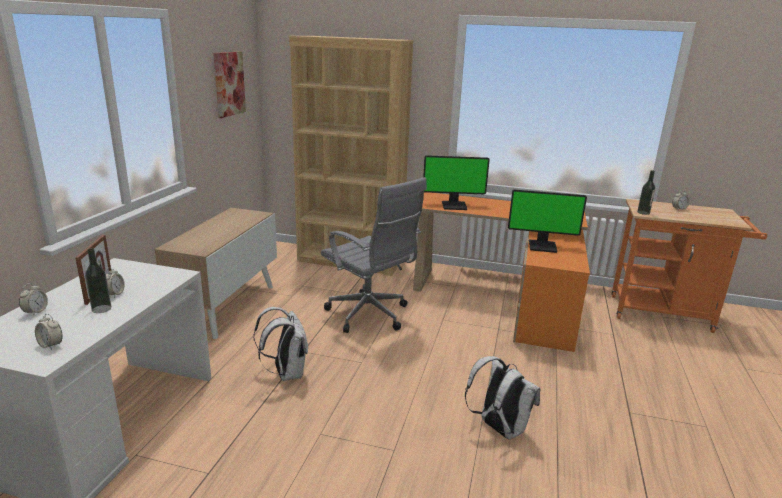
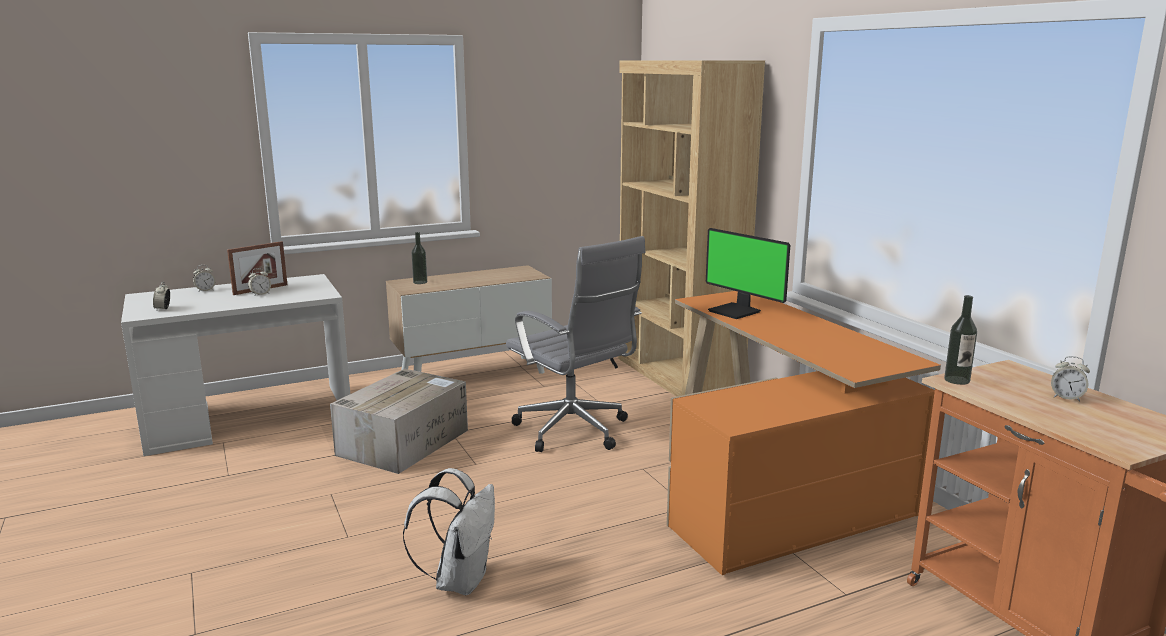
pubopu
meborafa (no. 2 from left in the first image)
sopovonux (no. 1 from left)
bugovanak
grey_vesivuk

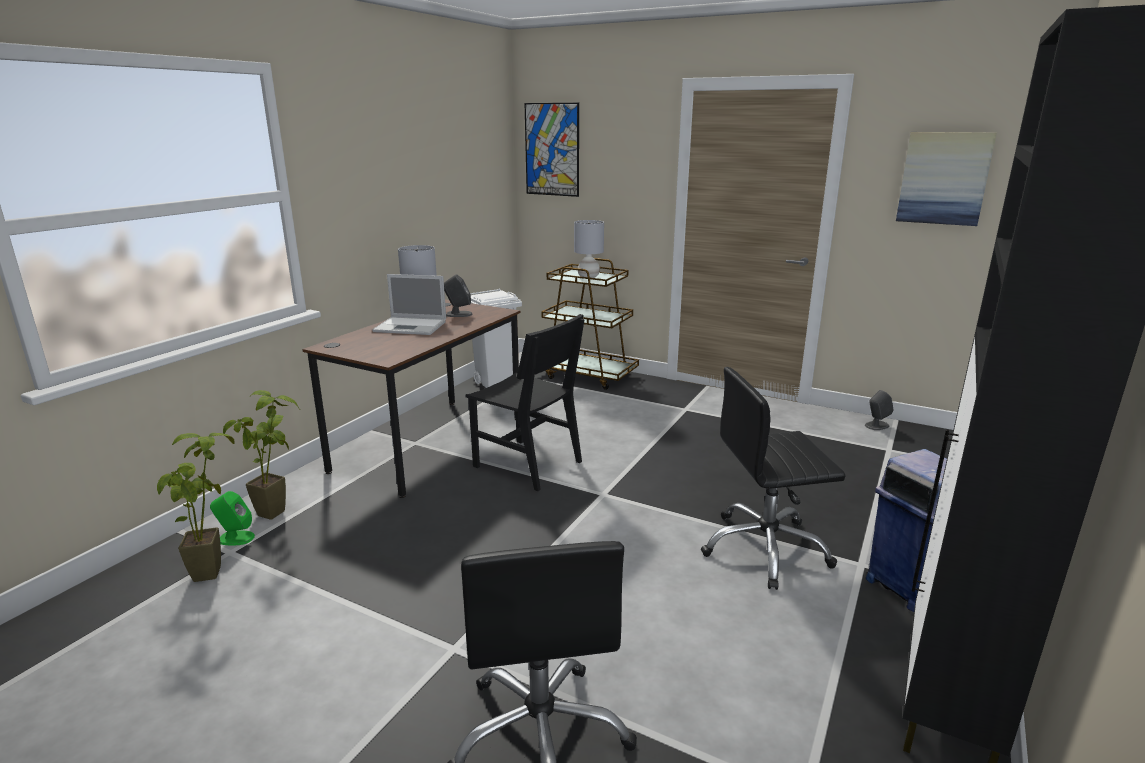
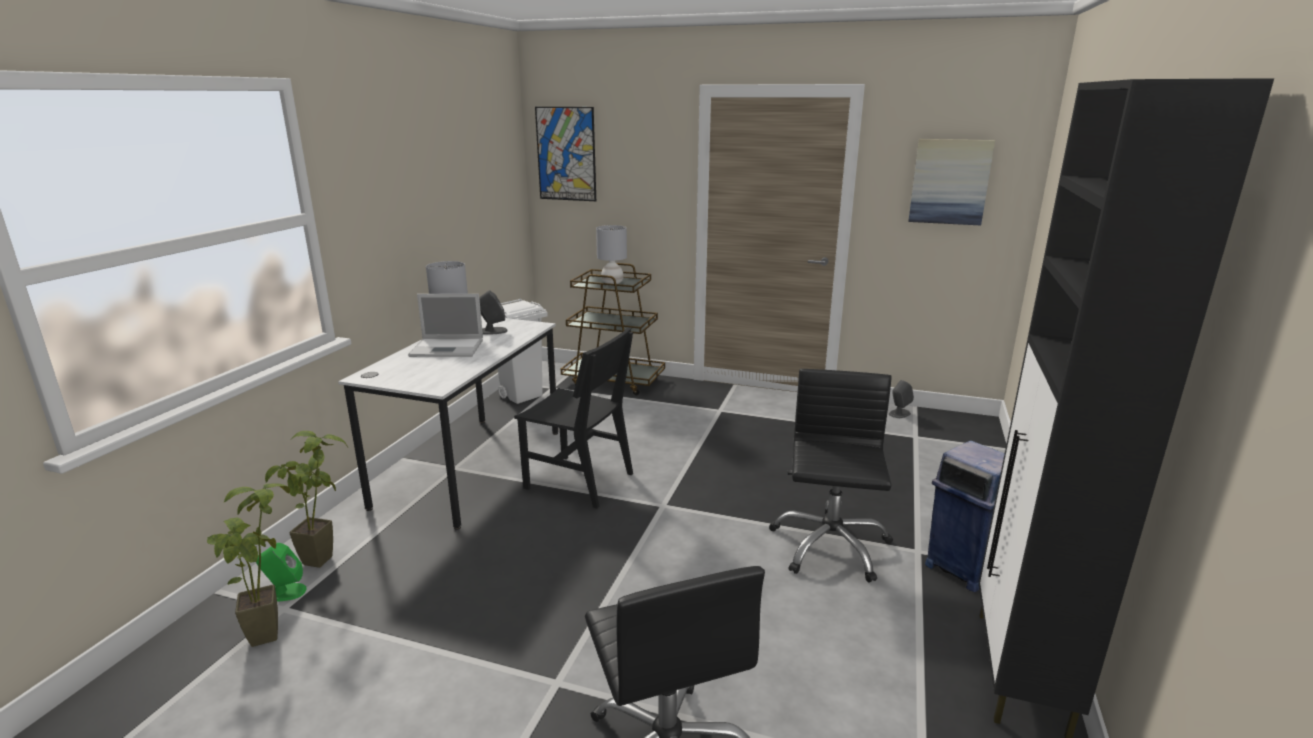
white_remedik
black_vesivuk (no. 2 from left)

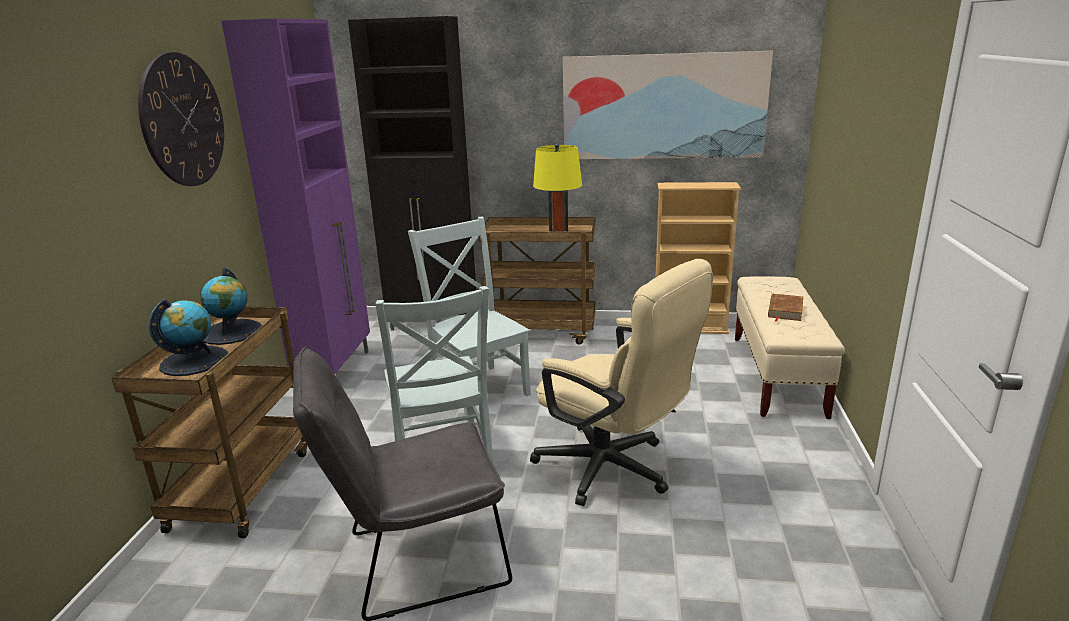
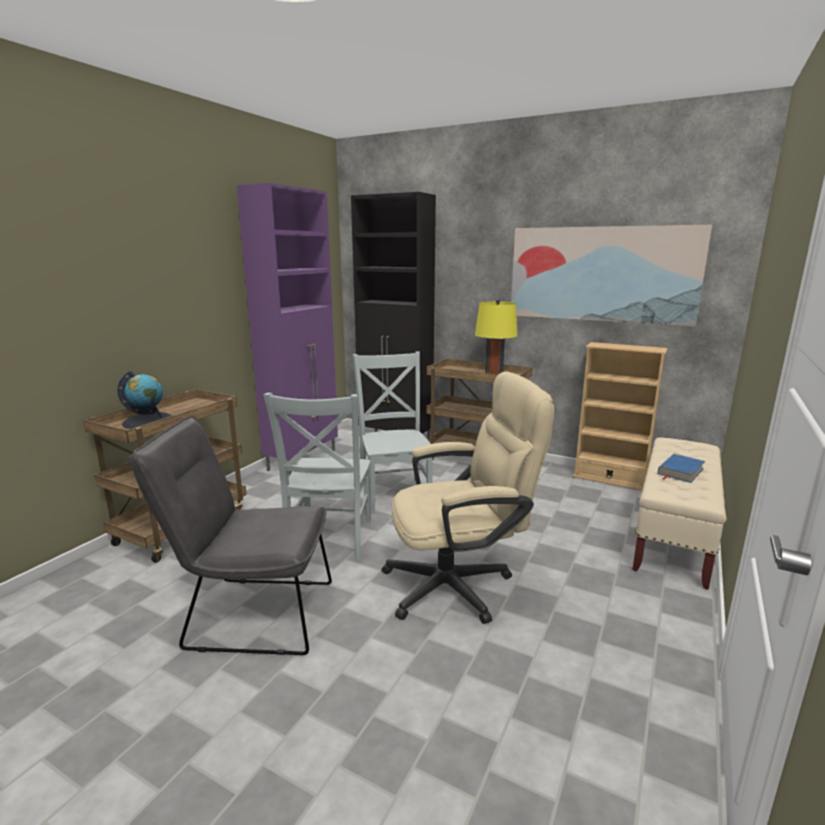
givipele
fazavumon (no. 2 from left in the first image)
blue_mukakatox
beige_vesivuk

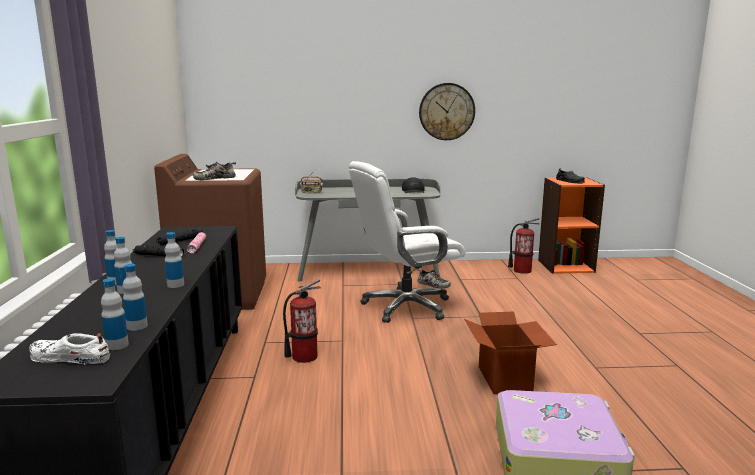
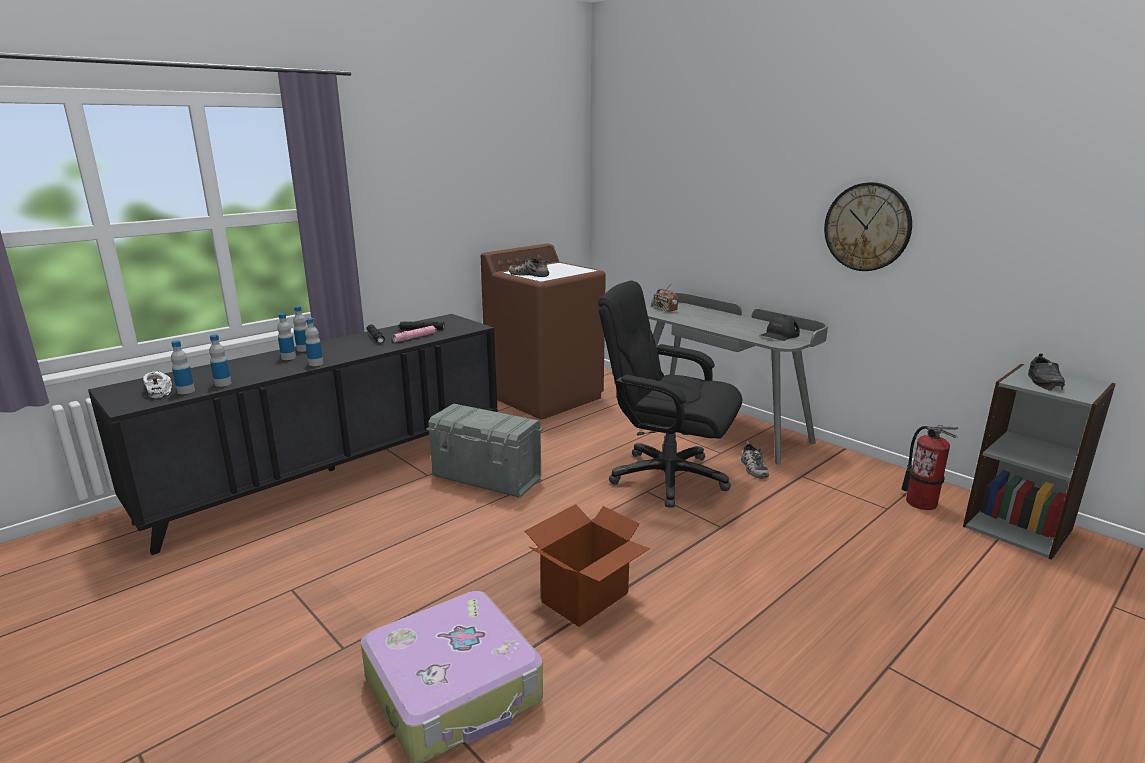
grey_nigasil
black_vesivuk
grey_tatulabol

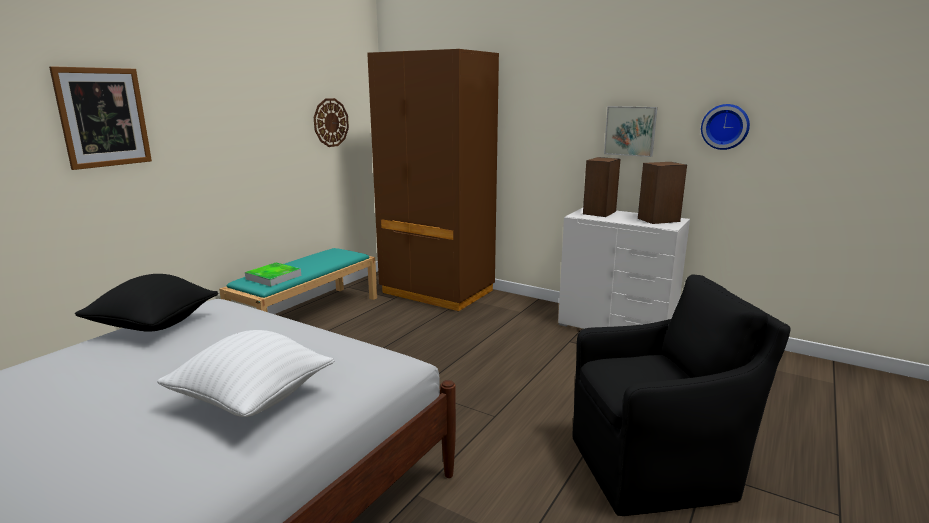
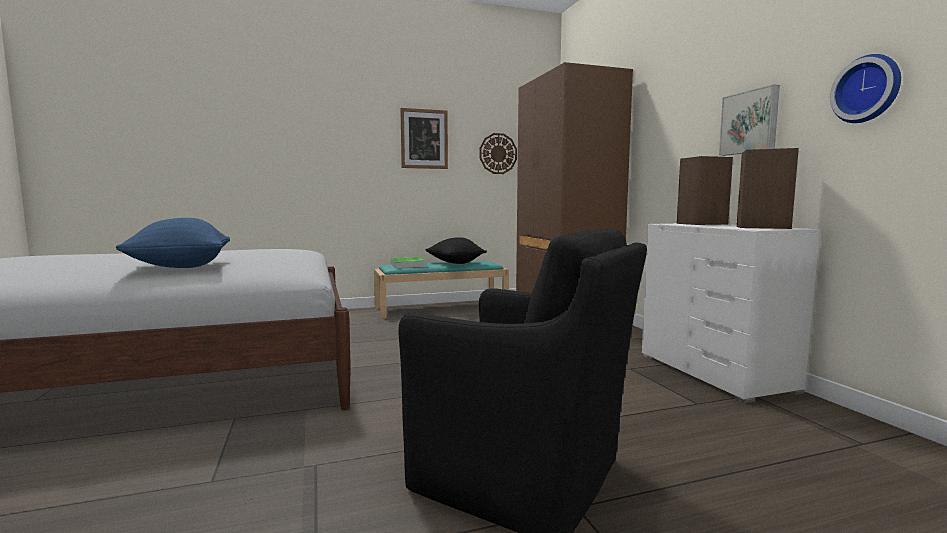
pubopu (no. 1 from left)
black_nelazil
blue_nelazil

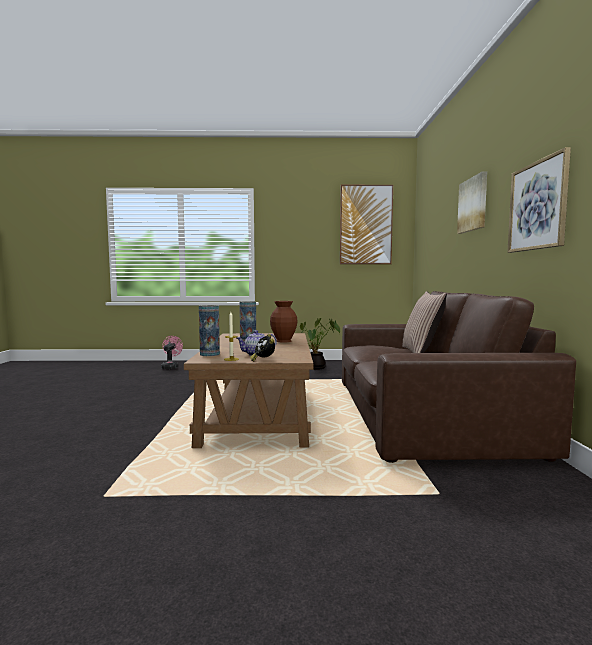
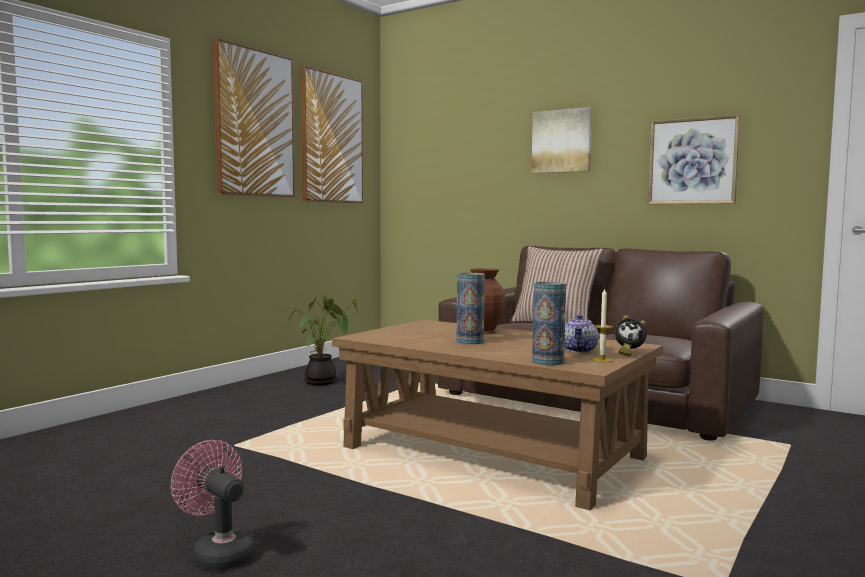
pubopu (no. 1 from left)
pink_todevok

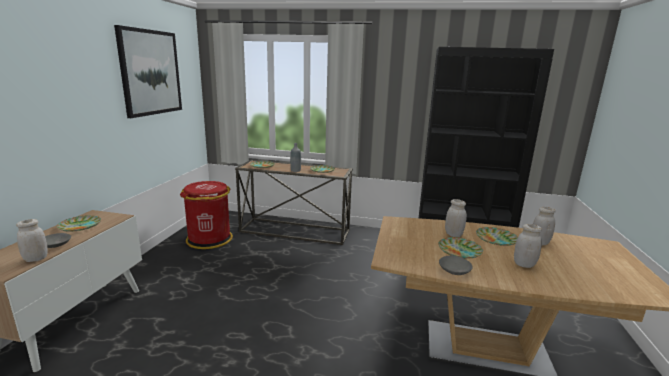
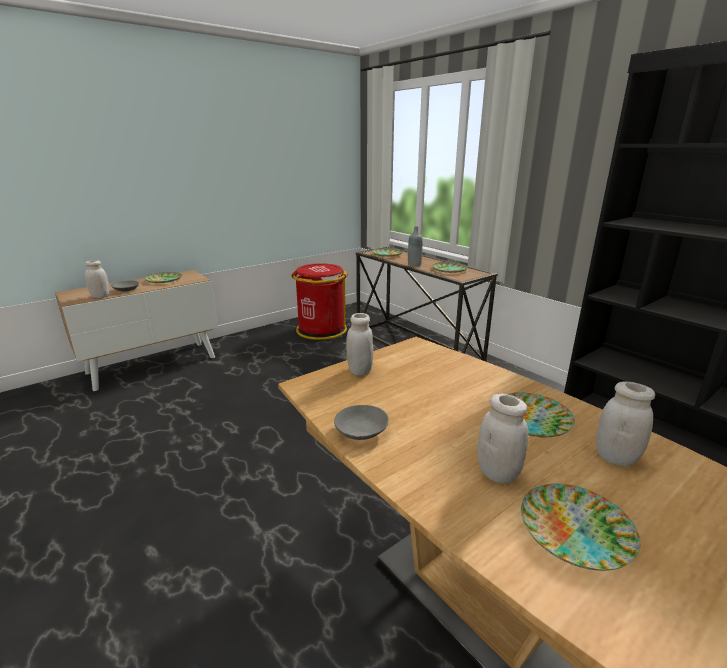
pubopu
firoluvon (no. 5 from left)
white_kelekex (no. 2 from left)

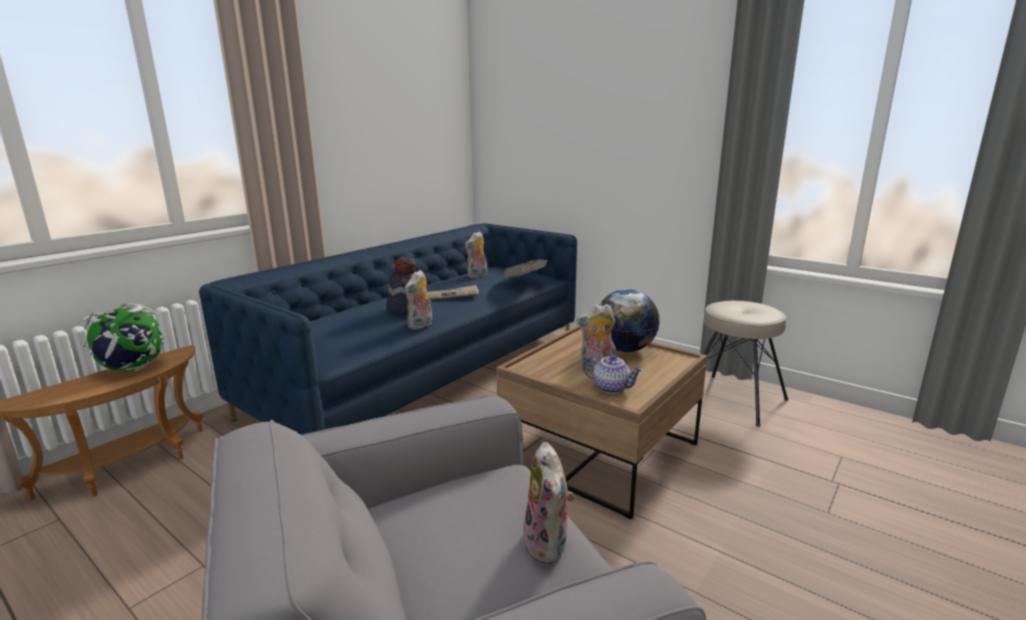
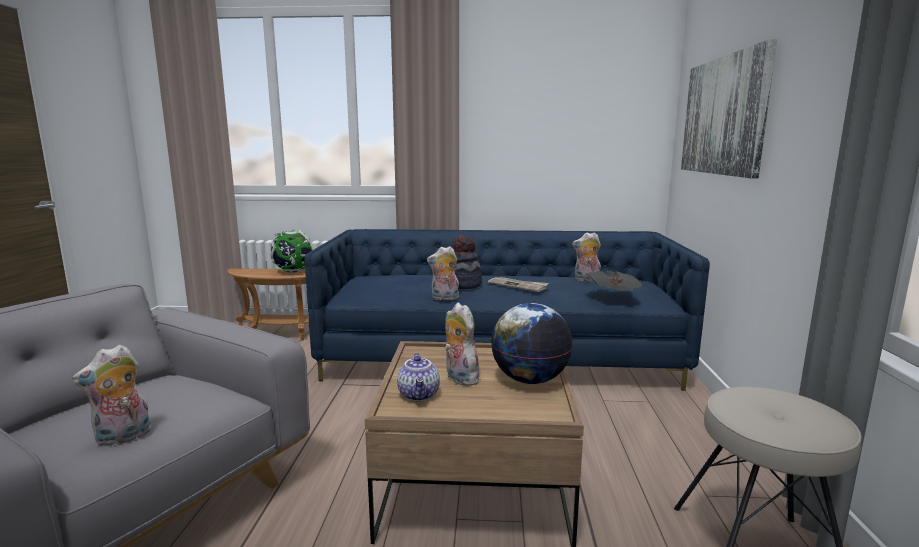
pubopu

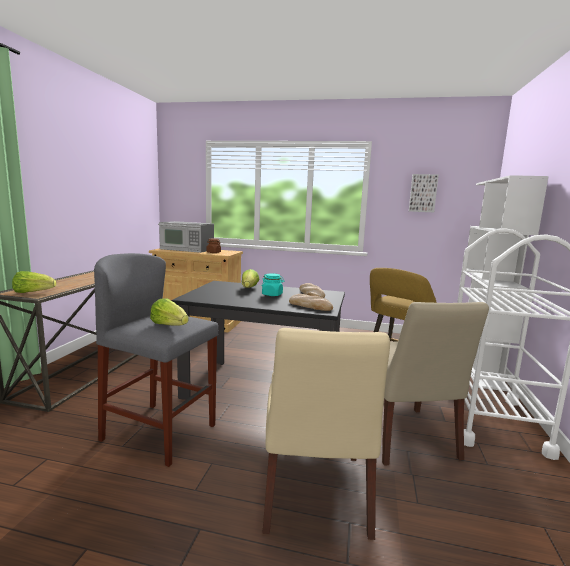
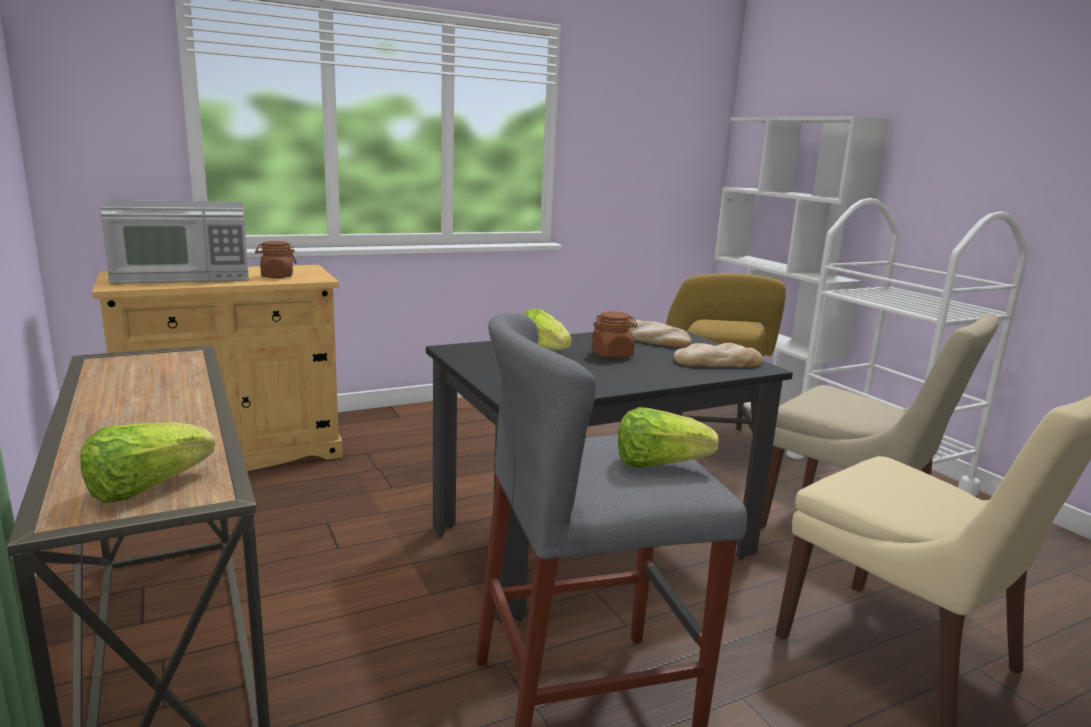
pubopu
brown_kelekex (no. 2 from left)

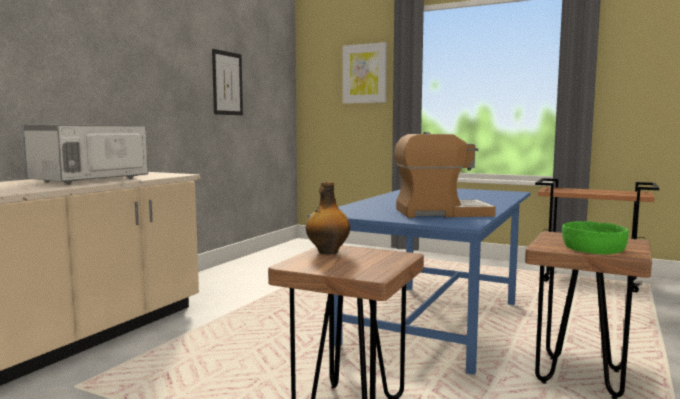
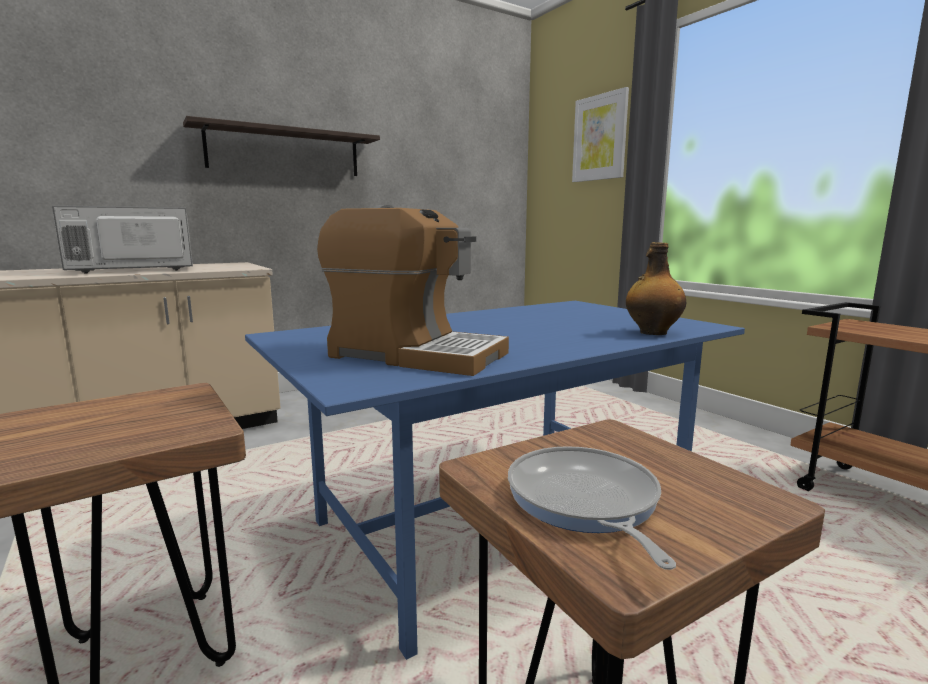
pubopu (no. 1 from left in the first image)
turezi
sopovonux
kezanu

